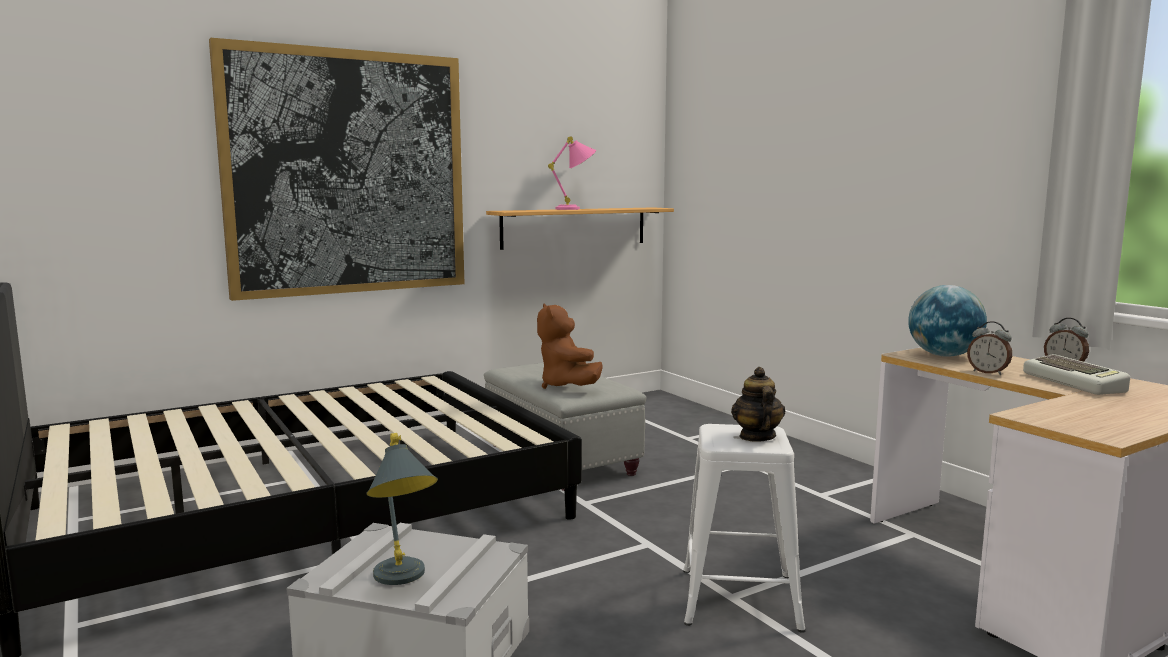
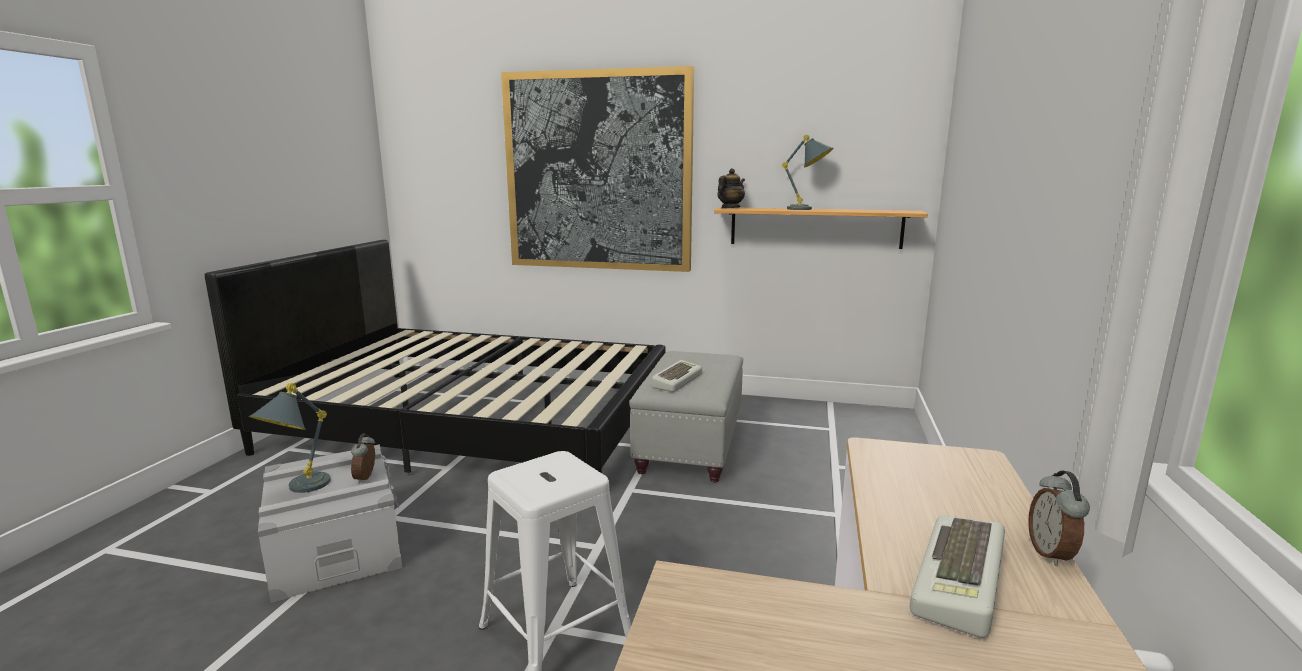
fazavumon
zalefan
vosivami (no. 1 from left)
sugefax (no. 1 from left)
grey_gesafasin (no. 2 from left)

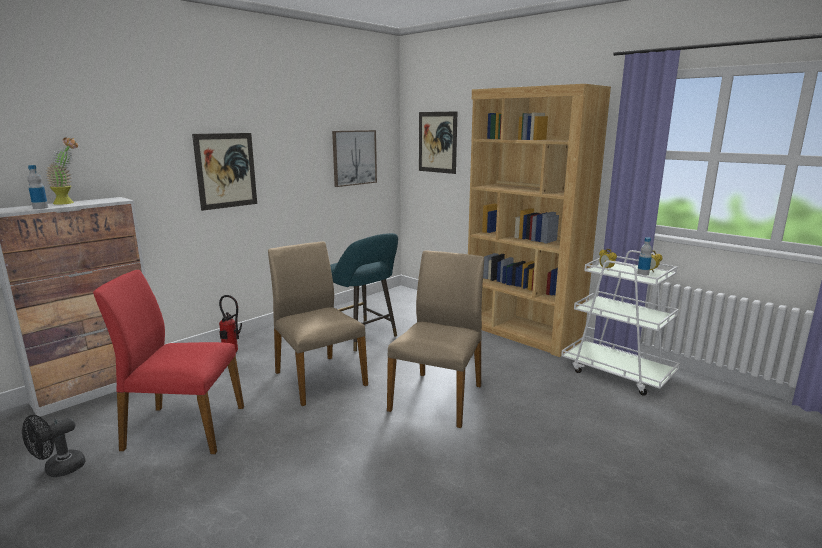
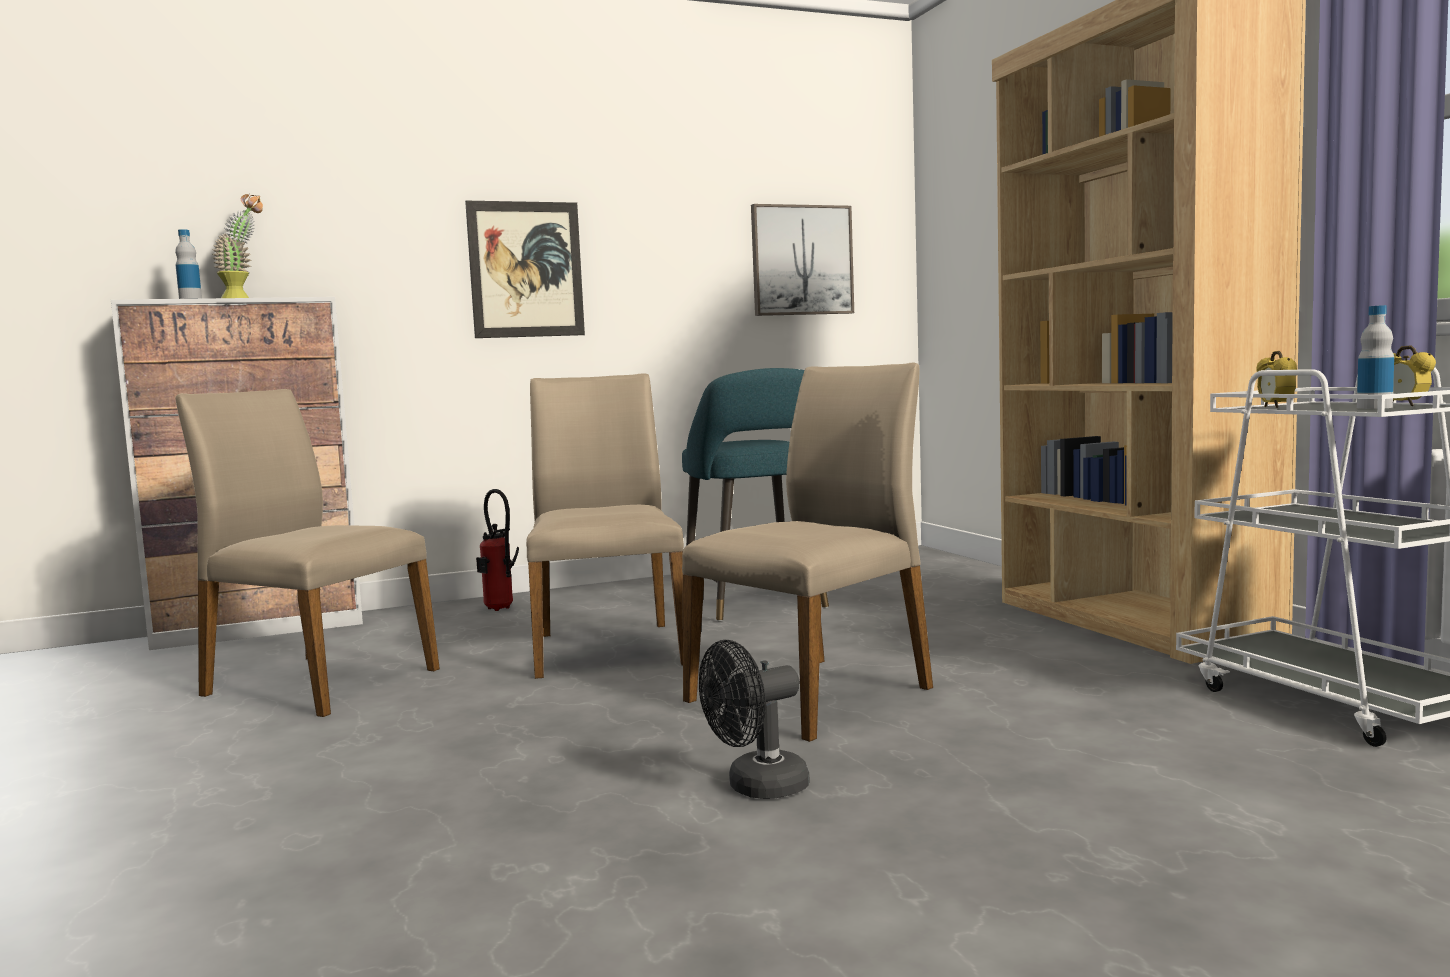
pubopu (no. 3 from left in the first image)
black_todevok
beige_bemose (no. 1 from left)

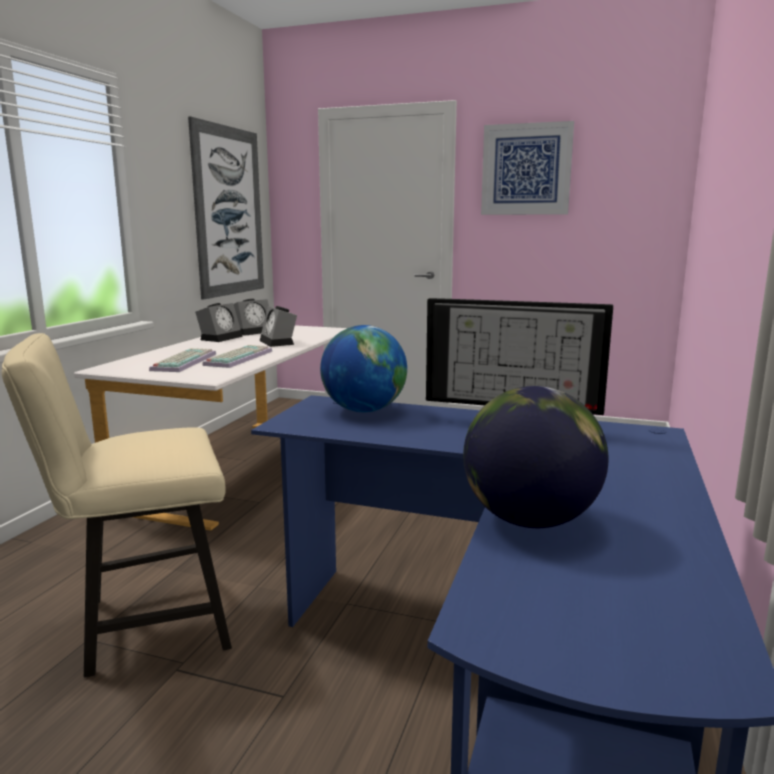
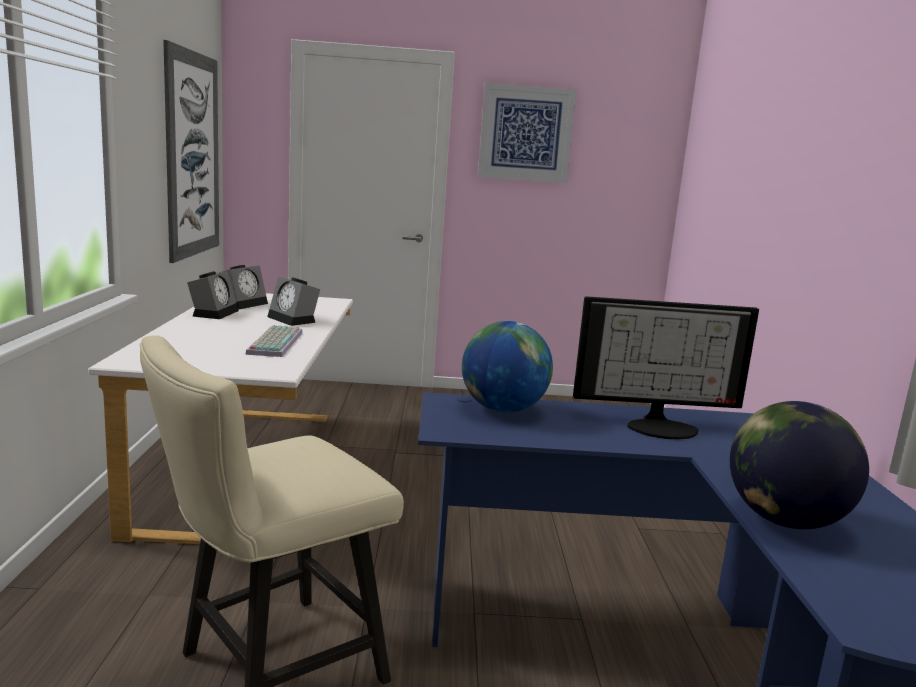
sugefax (no. 1 from left in the first image)

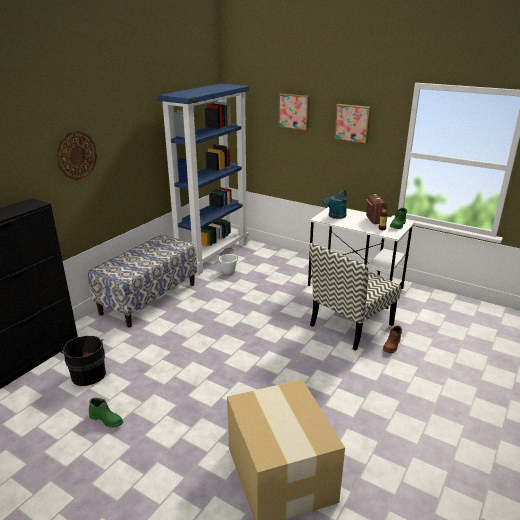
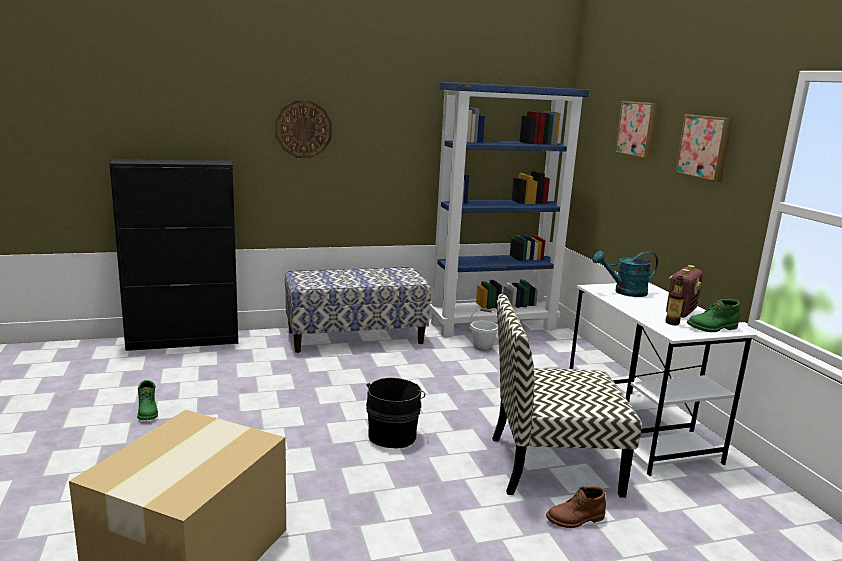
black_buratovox

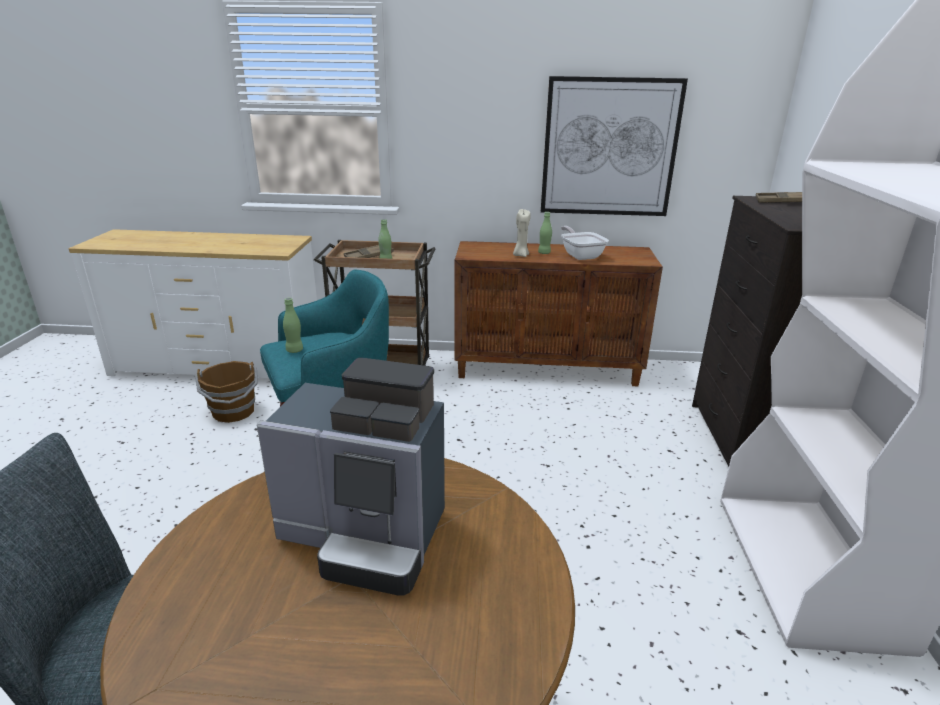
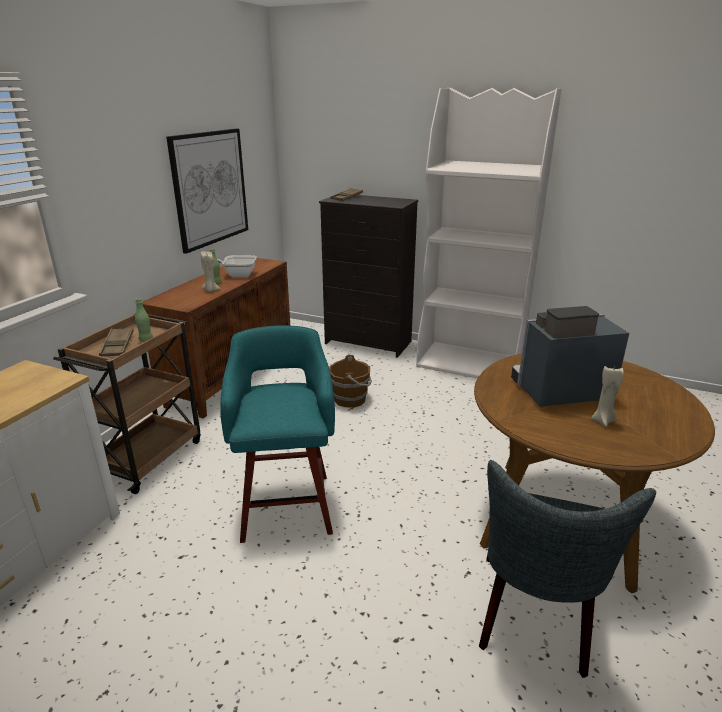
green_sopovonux (no. 1 from left in the first image)
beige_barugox (no. 2 from left)
brown_buratovox
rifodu

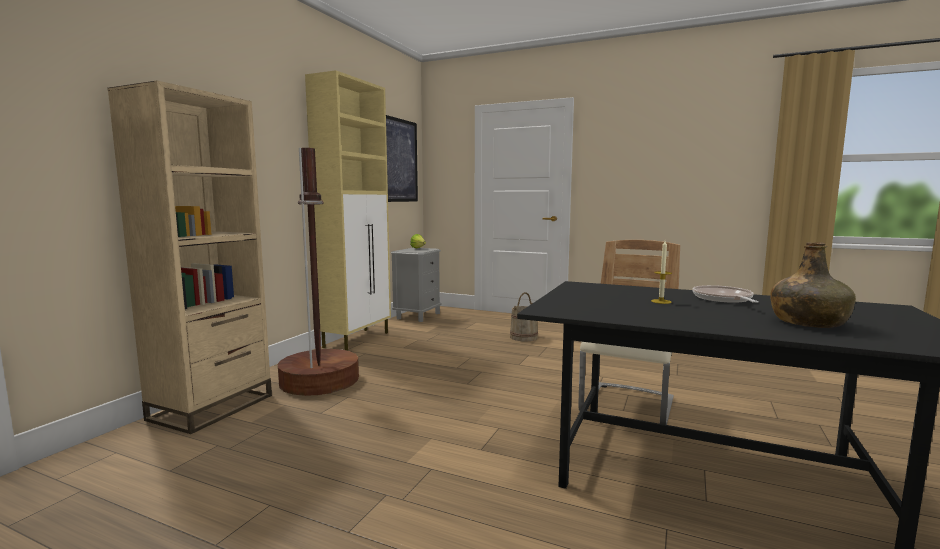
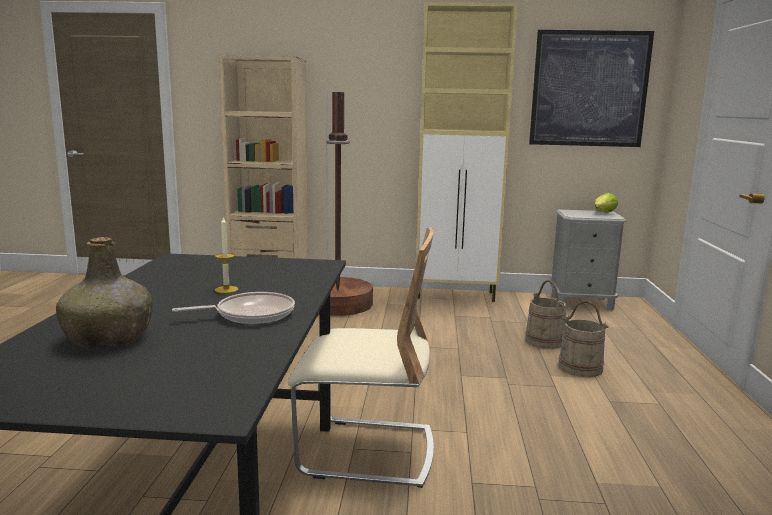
beige_buratovox (no. 1 from left)

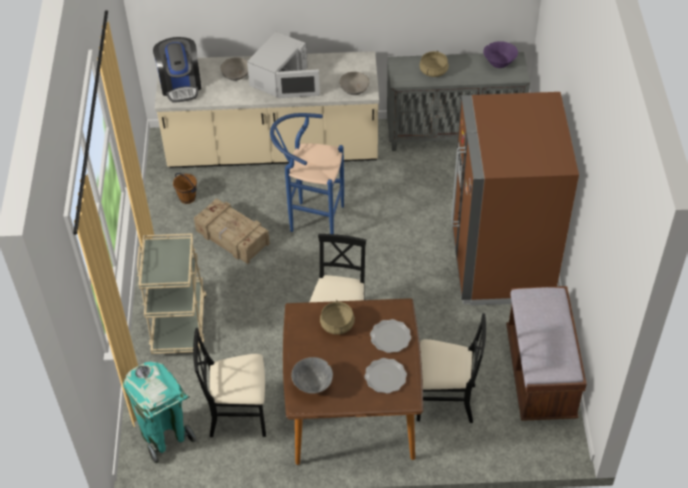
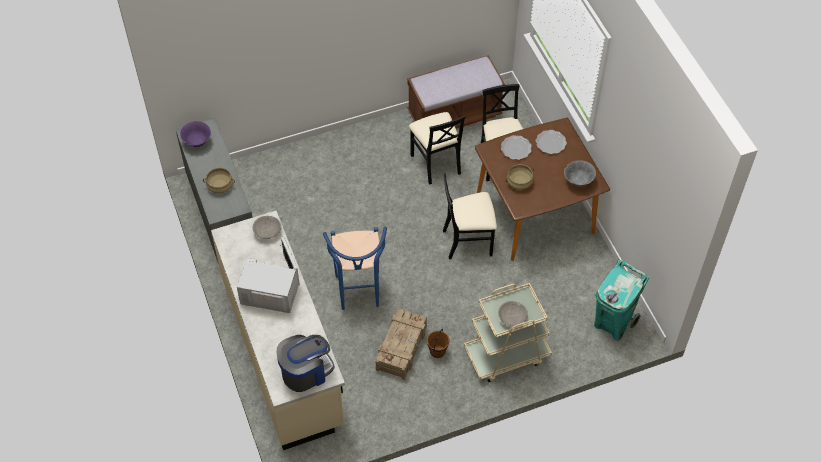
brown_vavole
brown_buratovox
black_bemose (no. 1 from left)
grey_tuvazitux (no. 2 from left)

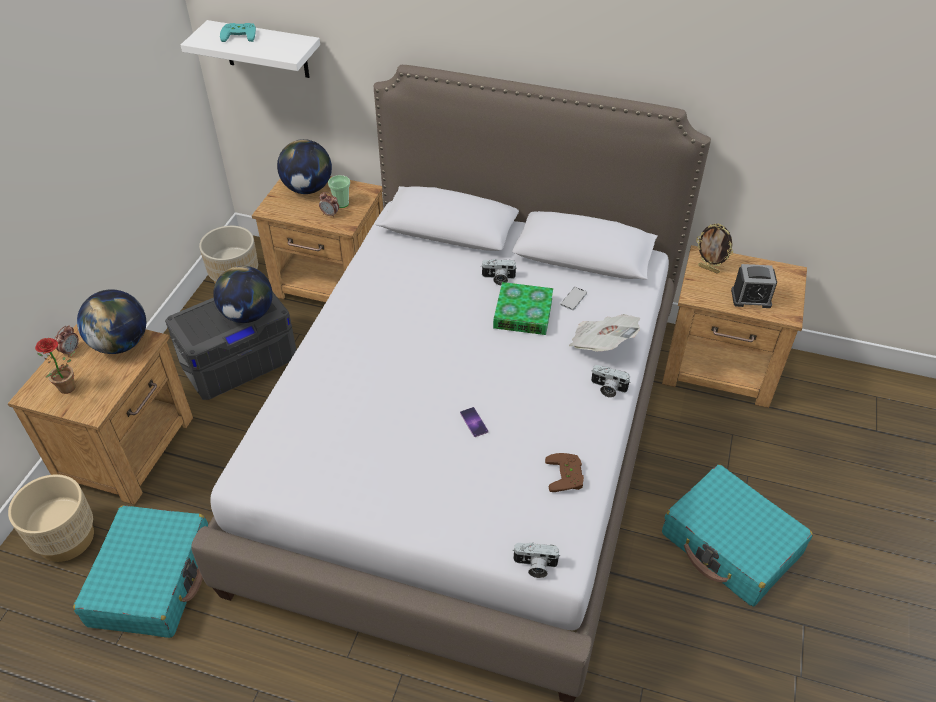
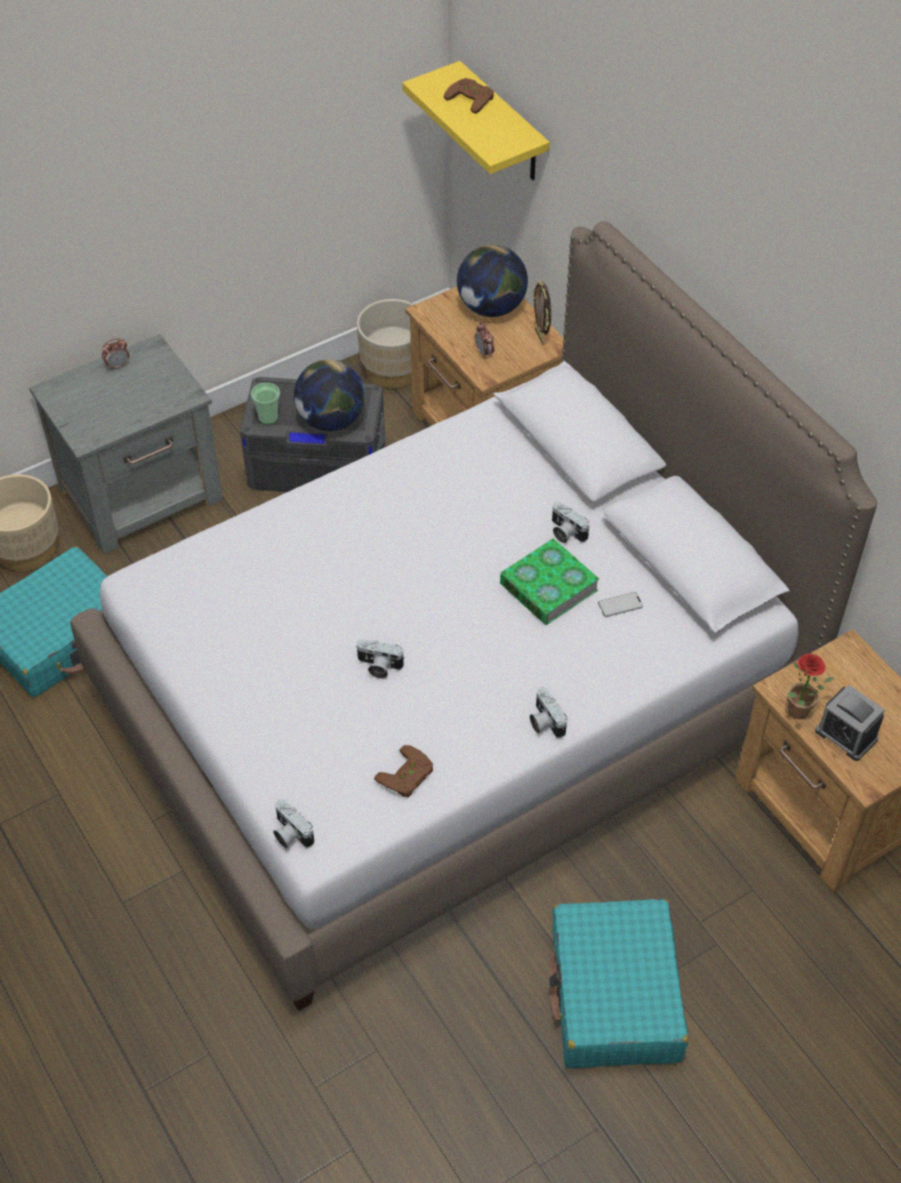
fazavumon (no. 1 from left in the first image)
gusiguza
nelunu
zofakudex
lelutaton
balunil (no. 2 from left)
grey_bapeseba
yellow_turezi
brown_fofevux (no. 2 from left)

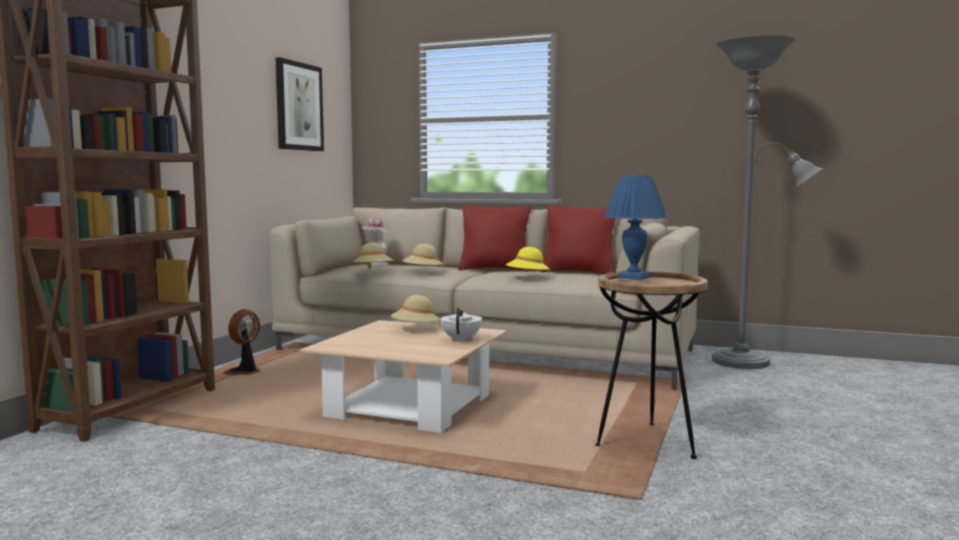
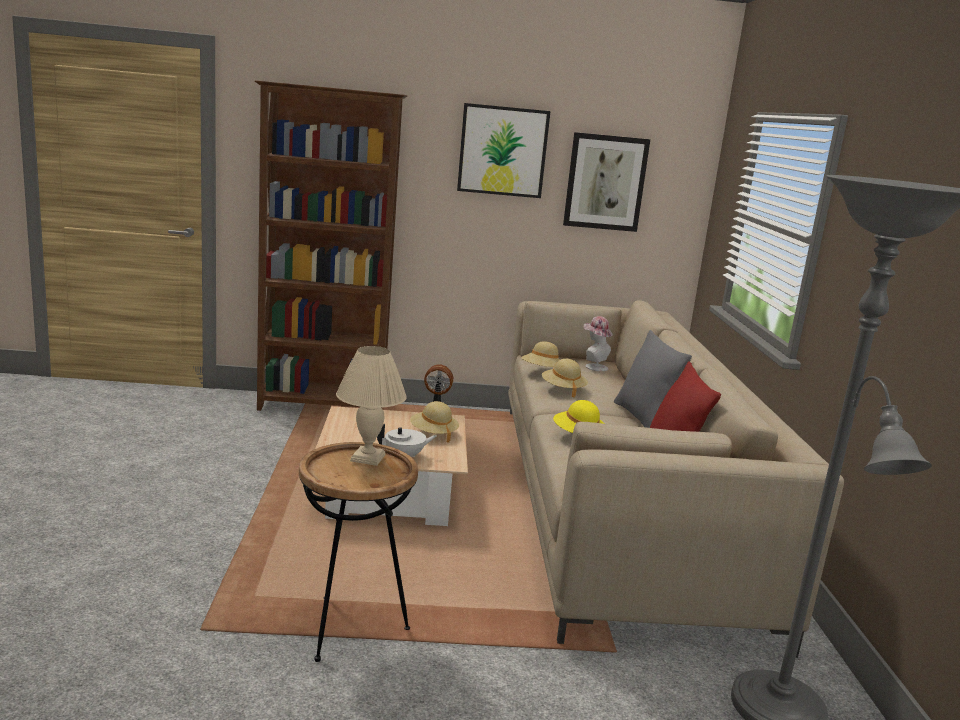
pubopu (no. 1 from left)
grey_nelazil
beige_gesafasin

